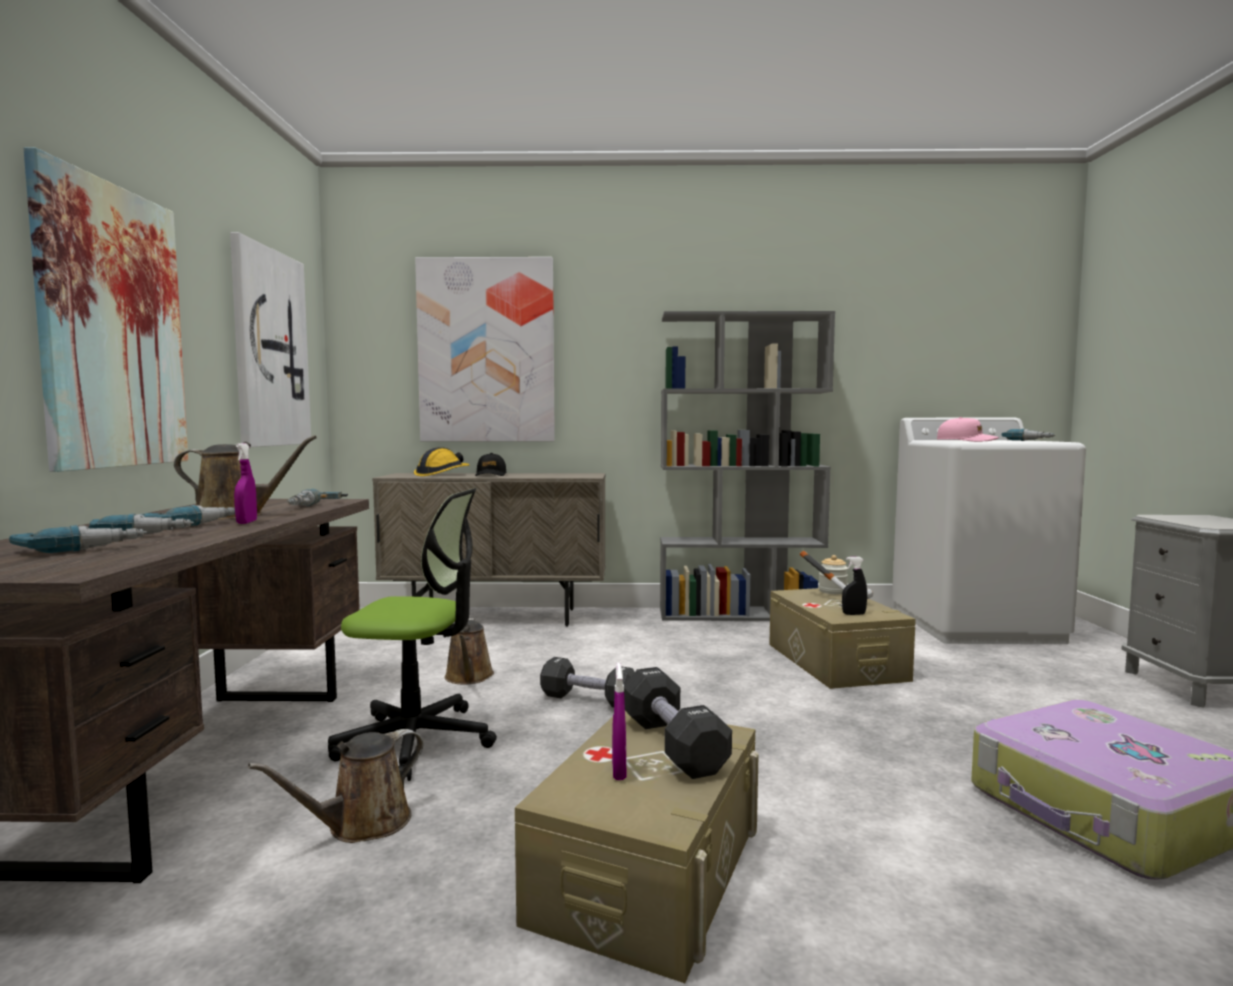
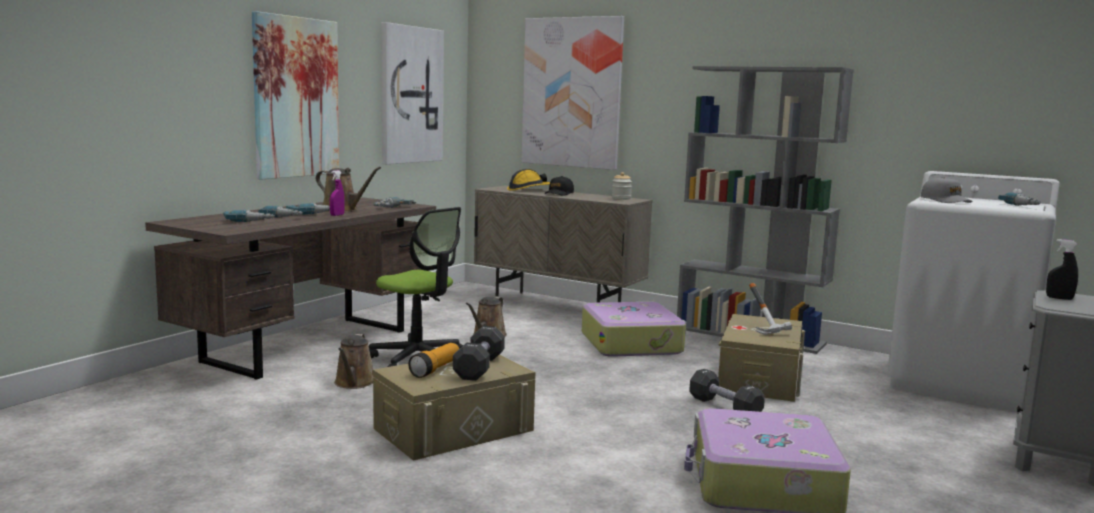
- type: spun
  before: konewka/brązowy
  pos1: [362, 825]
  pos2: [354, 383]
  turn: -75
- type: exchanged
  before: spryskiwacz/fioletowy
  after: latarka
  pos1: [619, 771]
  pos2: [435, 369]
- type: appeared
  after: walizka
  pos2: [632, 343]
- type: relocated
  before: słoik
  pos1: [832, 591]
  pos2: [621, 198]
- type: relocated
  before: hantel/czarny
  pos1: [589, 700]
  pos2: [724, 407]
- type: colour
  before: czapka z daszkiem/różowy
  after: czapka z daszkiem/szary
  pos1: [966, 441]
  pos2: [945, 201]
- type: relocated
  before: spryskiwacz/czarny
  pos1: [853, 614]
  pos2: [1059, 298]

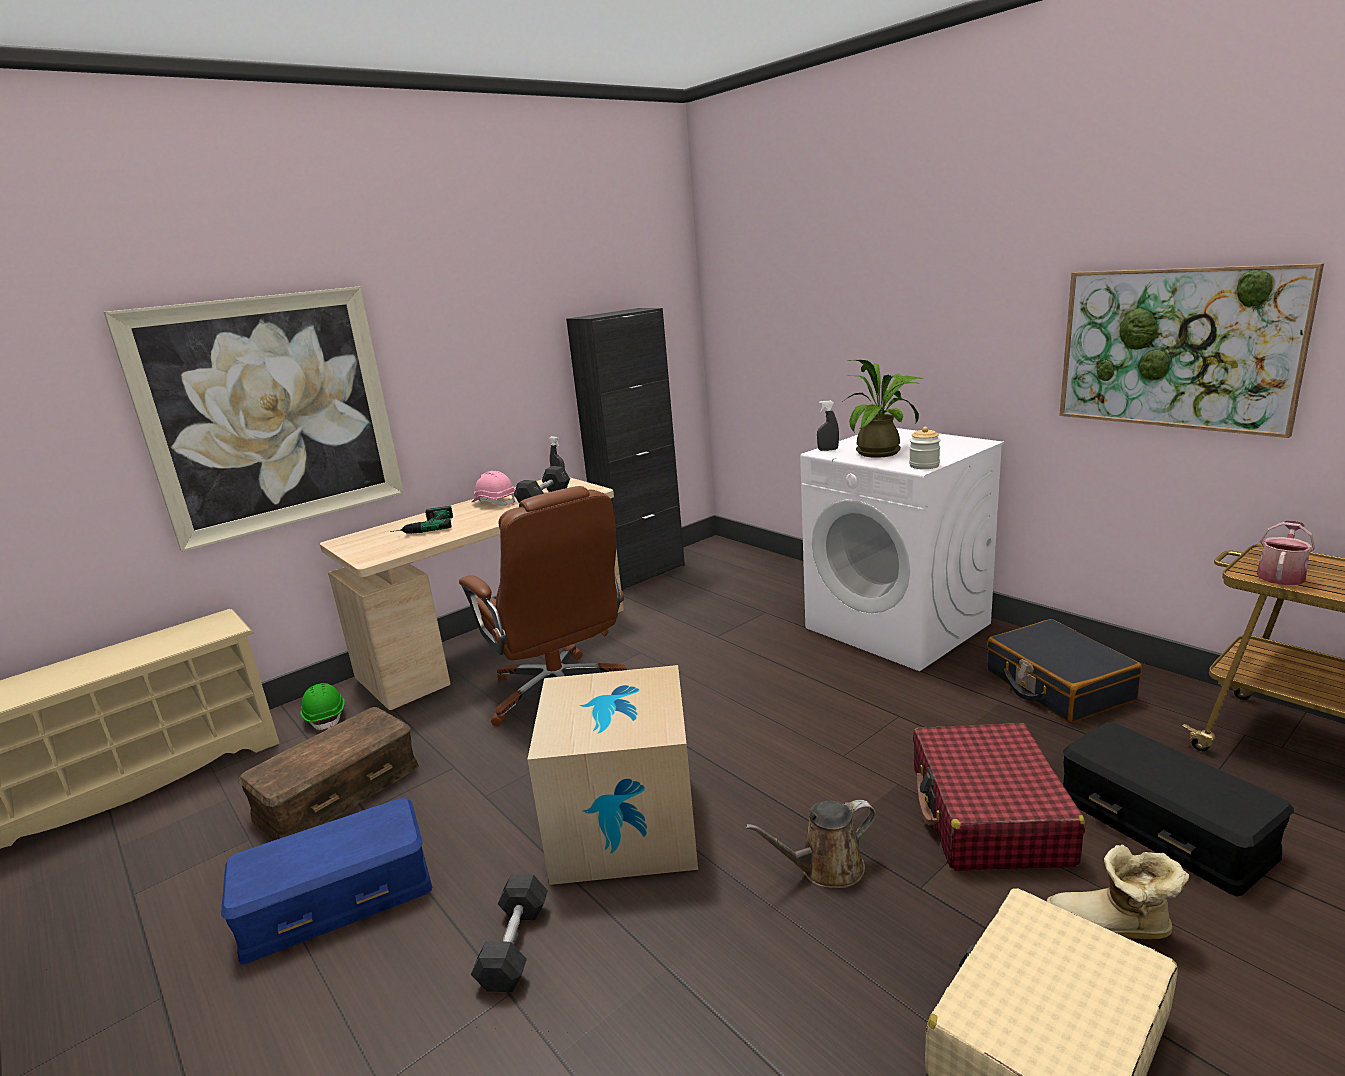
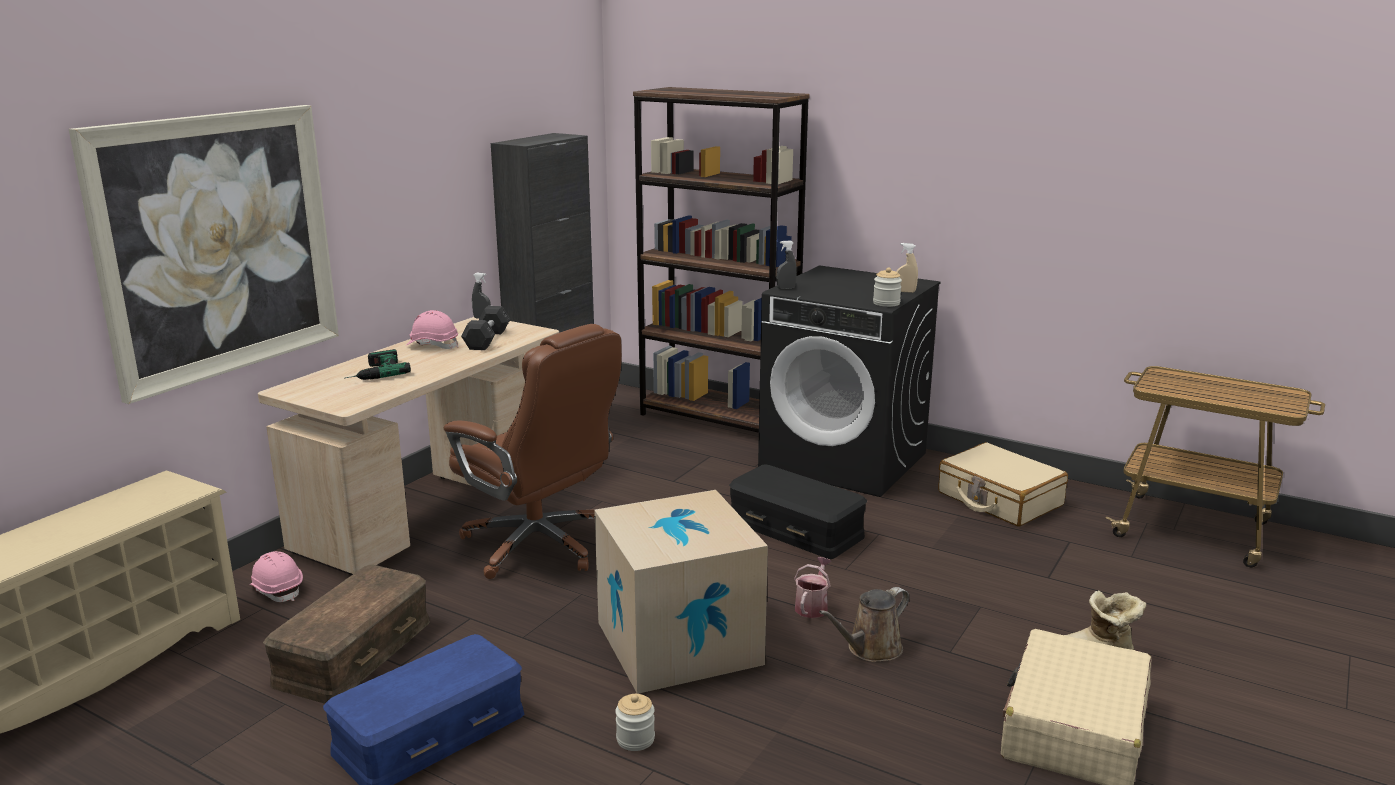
- type: colour
  before: kask/zielony
  after: kask/różowy
  pos1: [326, 717]
  pos2: [277, 590]
- type: exchanged
  before: hantel/szary
  after: słoik
  pos1: [514, 946]
  pos2: [635, 739]
- type: appeared
  after: regał/brązowy
  pos2: [718, 419]
- type: relocated
  before: pojemnik do przechowywania/czarny
  pos1: [1164, 823]
  pos2: [796, 528]
- type: colour
  before: pralka/biały
  after: pralka/czarny
  pos1: [898, 626]
  pos2: [844, 460]
- type: relocated
  before: konewka
  pos1: [1281, 575]
  pos2: [812, 606]
- type: appeared
  after: spryskiwacz/beżowy
  pos2: [905, 291]
- type: colour
  before: walizka/czarny
  after: walizka/beżowy
  pos1: [1057, 686]
  pos2: [999, 499]
- type: missing
  before: roślina doniczkowa
  pos1: [883, 452]
- type: missing
  before: walizka/czerwony
  pos1: [988, 815]
- type: missing
  before: obraz
  pos1: [1176, 348]

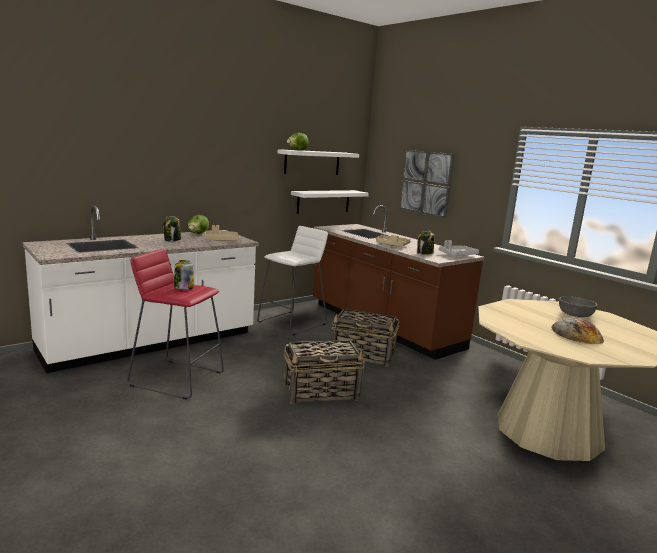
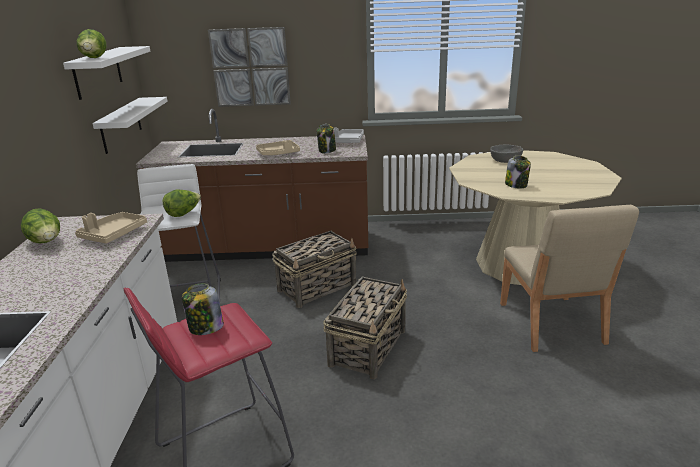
- type: appeared
  after: sałata
  pos2: [183, 213]
- type: appeared
  after: krzesło/beżowy
  pos2: [551, 323]
- type: relocated
  before: słoik
  pos1: [172, 240]
  pos2: [516, 185]
- type: missing
  before: chleb
  pos1: [576, 333]

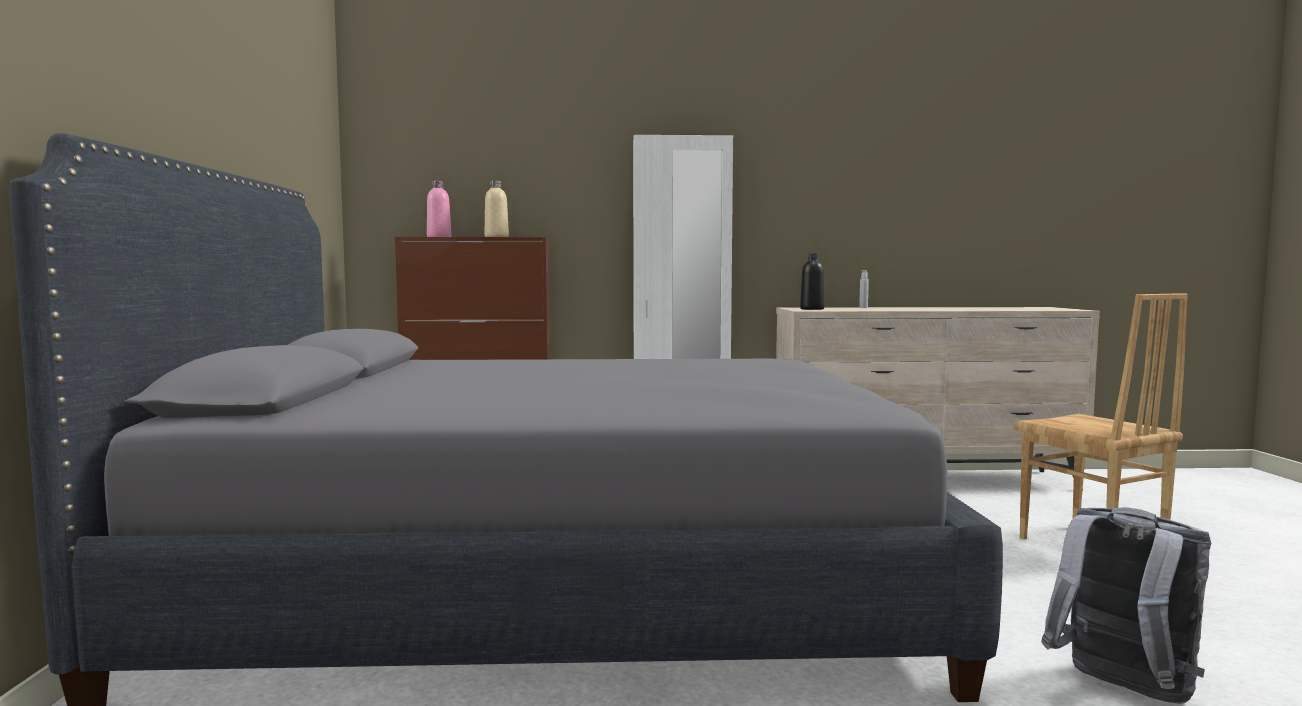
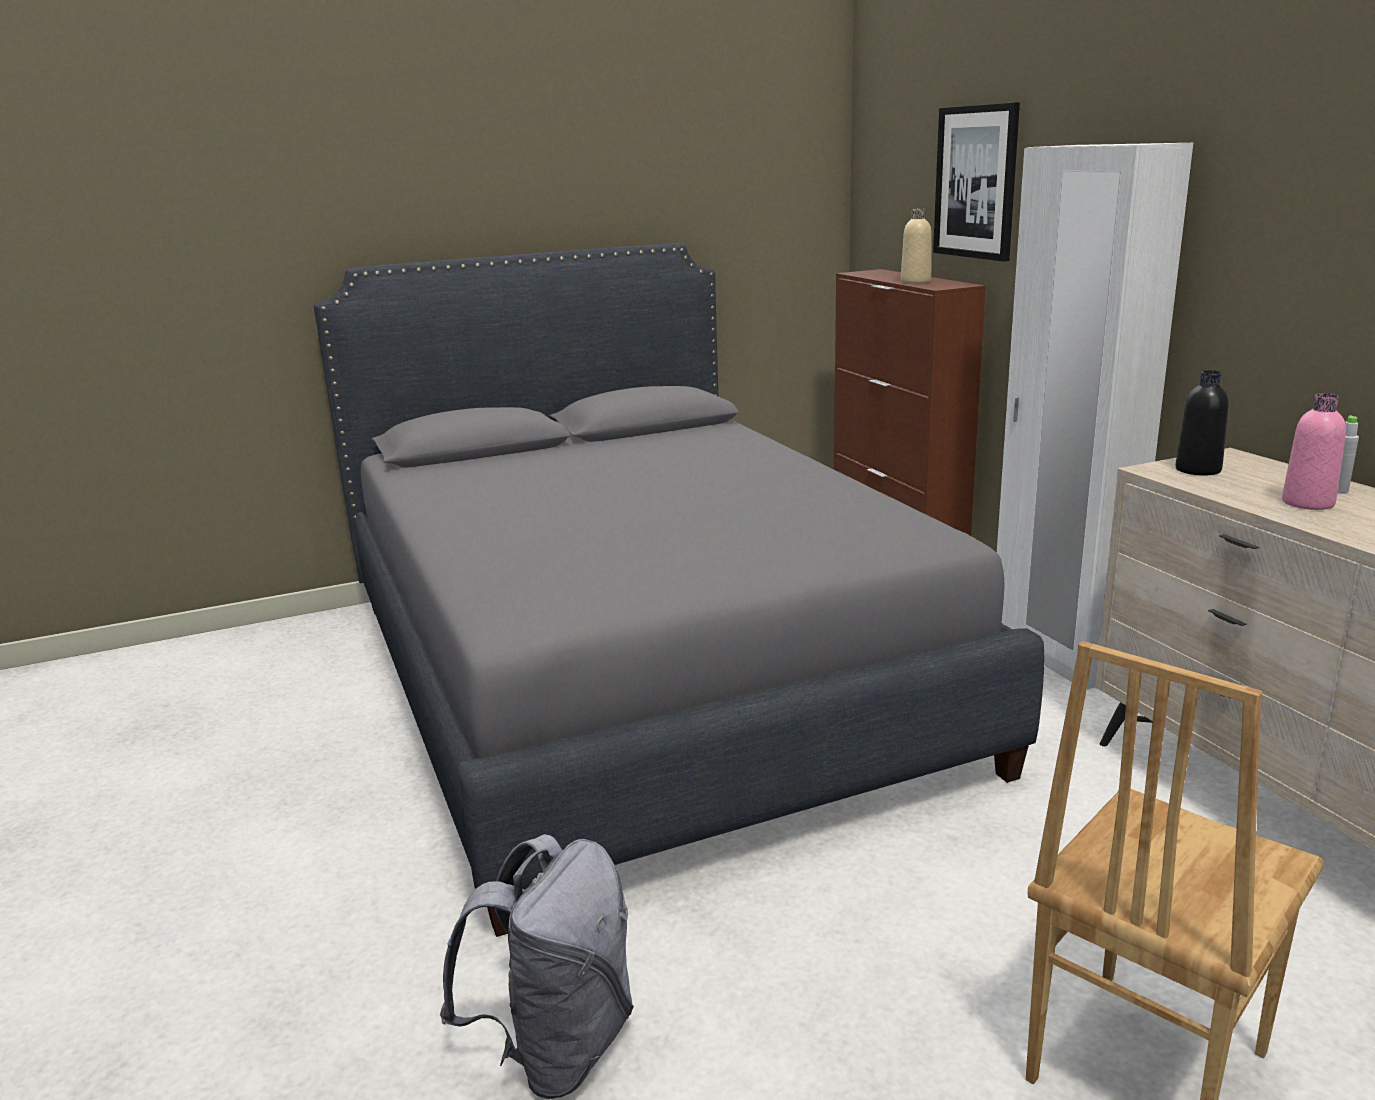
- type: appeared
  after: obraz
  pos2: [976, 182]
- type: relocated
  before: butelka/różowy
  pos1: [439, 237]
  pos2: [1307, 503]

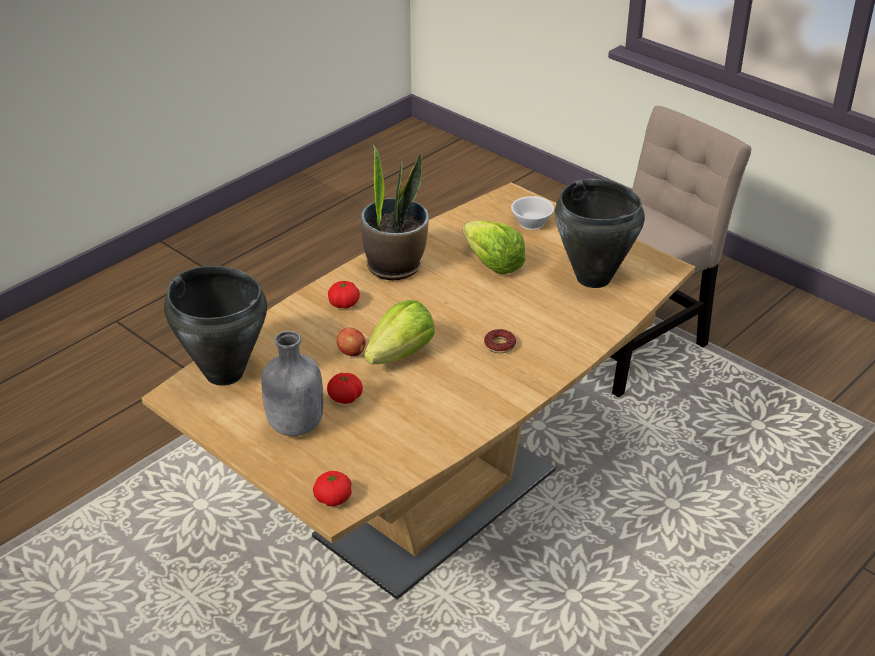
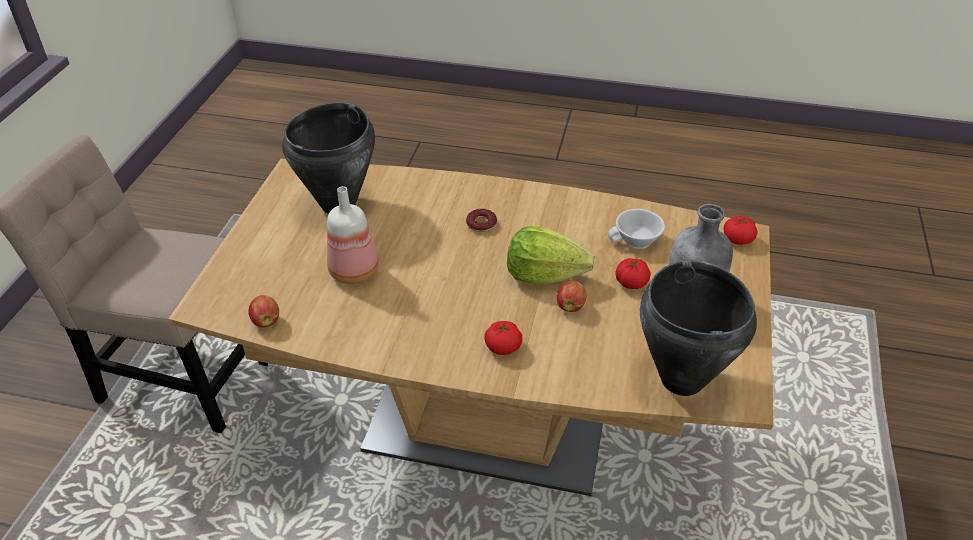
- type: appeared
  after: jabłko
  pos2: [266, 321]
- type: exchanged
  before: sałata
  after: butelka
  pos1: [492, 264]
  pos2: [355, 271]
- type: relocated
  before: filiżanka/biały
  pos1: [530, 222]
  pos2: [636, 241]
- type: missing
  before: roślina doniczkowa
  pos1: [395, 266]

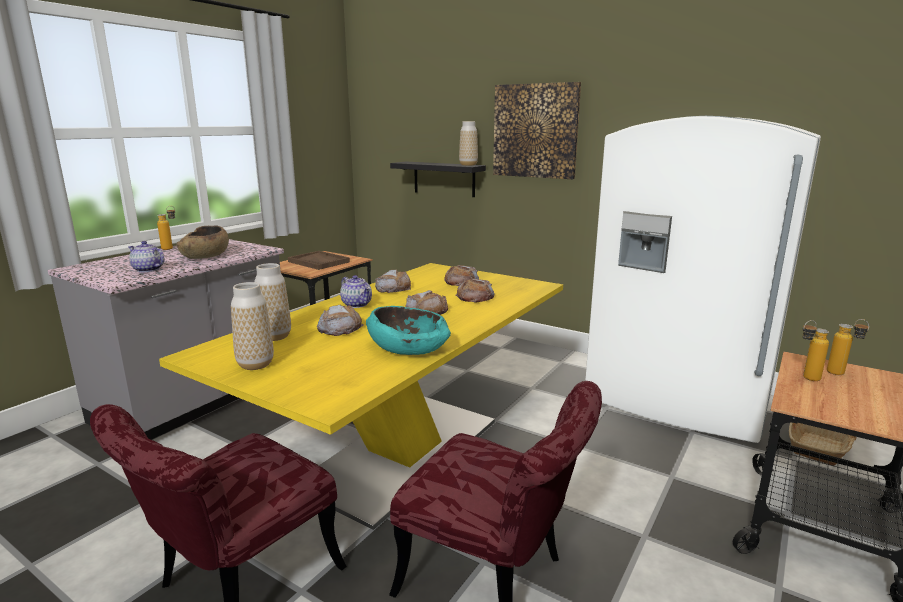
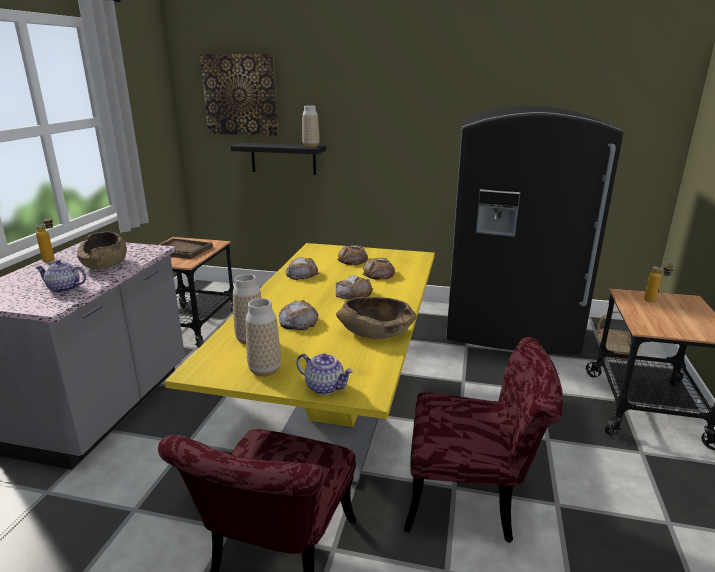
- type: relocated
  before: obraz
  pos1: [535, 131]
  pos2: [240, 95]
- type: relocated
  before: imbryk
  pos1: [357, 304]
  pos2: [325, 387]
- type: colour
  before: miska/turkusowy
  after: miska/brązowy
  pos1: [408, 348]
  pos2: [376, 332]
- type: colour
  before: lodówka/biały
  after: lodówka/czarny
  pos1: [676, 400]
  pos2: [511, 330]
- type: missing
  before: butelka
  pos1: [805, 379]

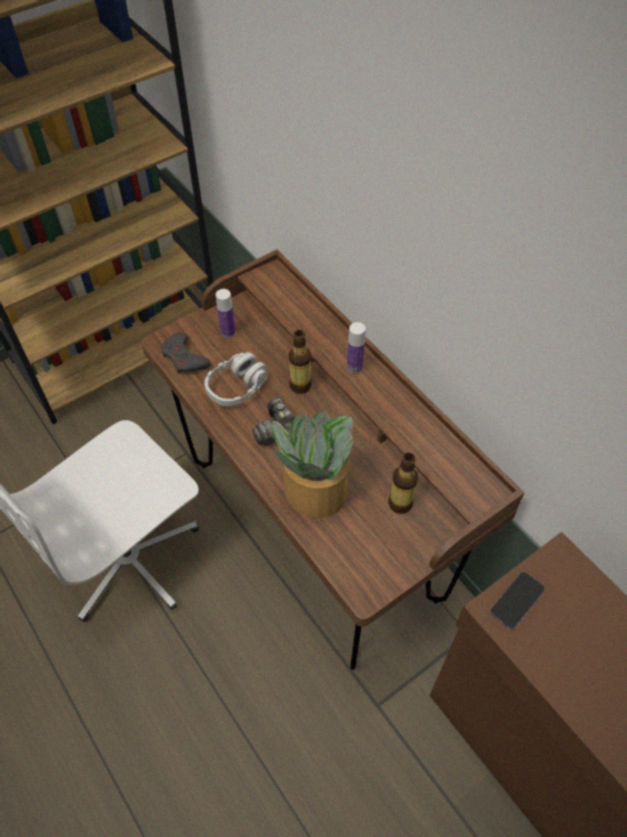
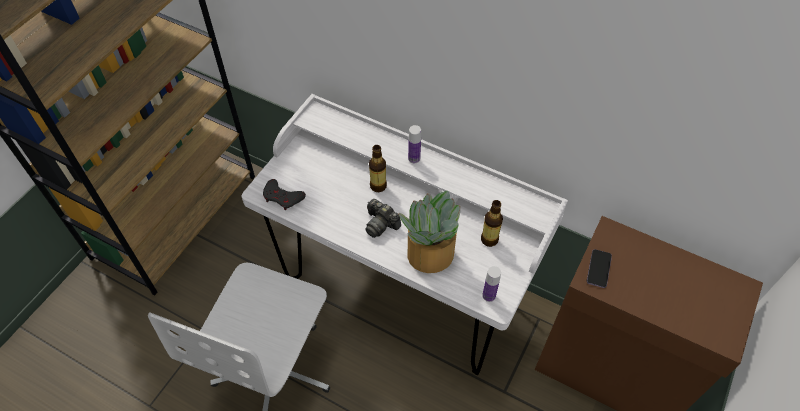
- type: colour
  before: biurko/brązowy
  after: biurko/biały
  pos1: [315, 529]
  pos2: [400, 291]
- type: relocated
  before: butelka
  pos1: [228, 332]
  pos2: [489, 295]
- type: missing
  before: słuchawki/szary
  pos1: [237, 387]

